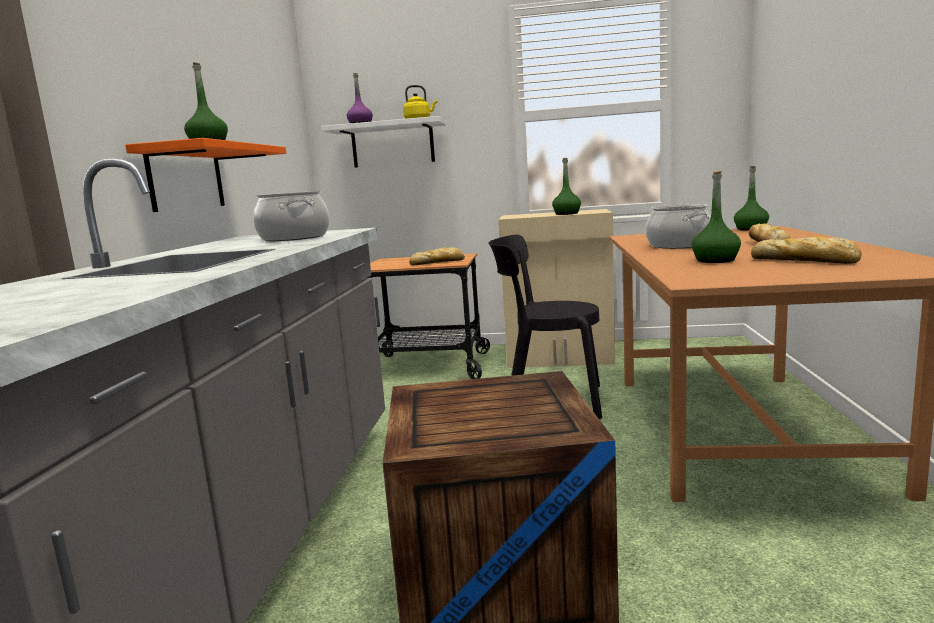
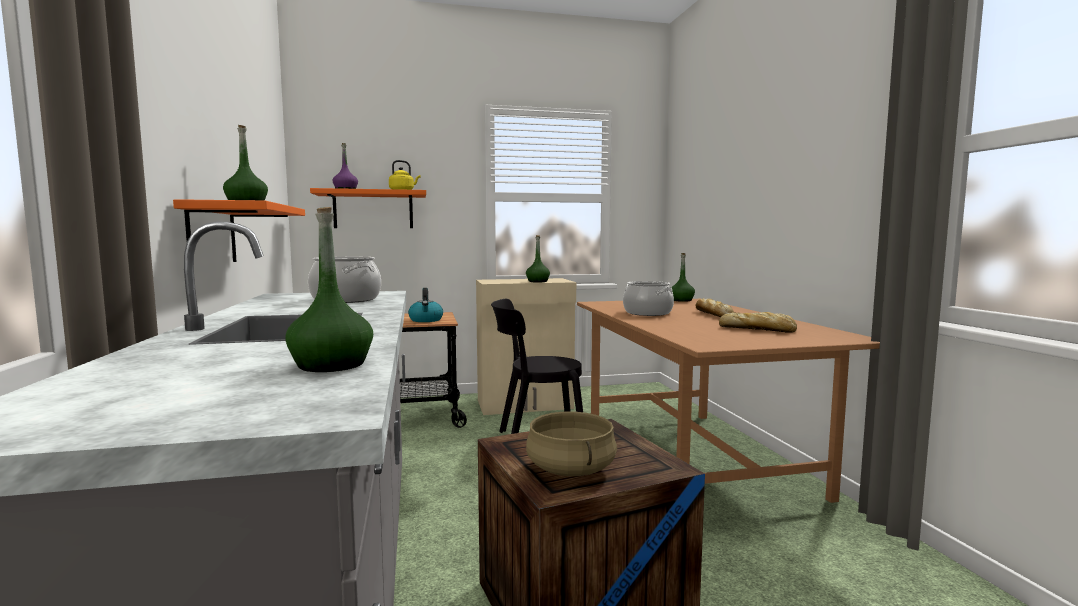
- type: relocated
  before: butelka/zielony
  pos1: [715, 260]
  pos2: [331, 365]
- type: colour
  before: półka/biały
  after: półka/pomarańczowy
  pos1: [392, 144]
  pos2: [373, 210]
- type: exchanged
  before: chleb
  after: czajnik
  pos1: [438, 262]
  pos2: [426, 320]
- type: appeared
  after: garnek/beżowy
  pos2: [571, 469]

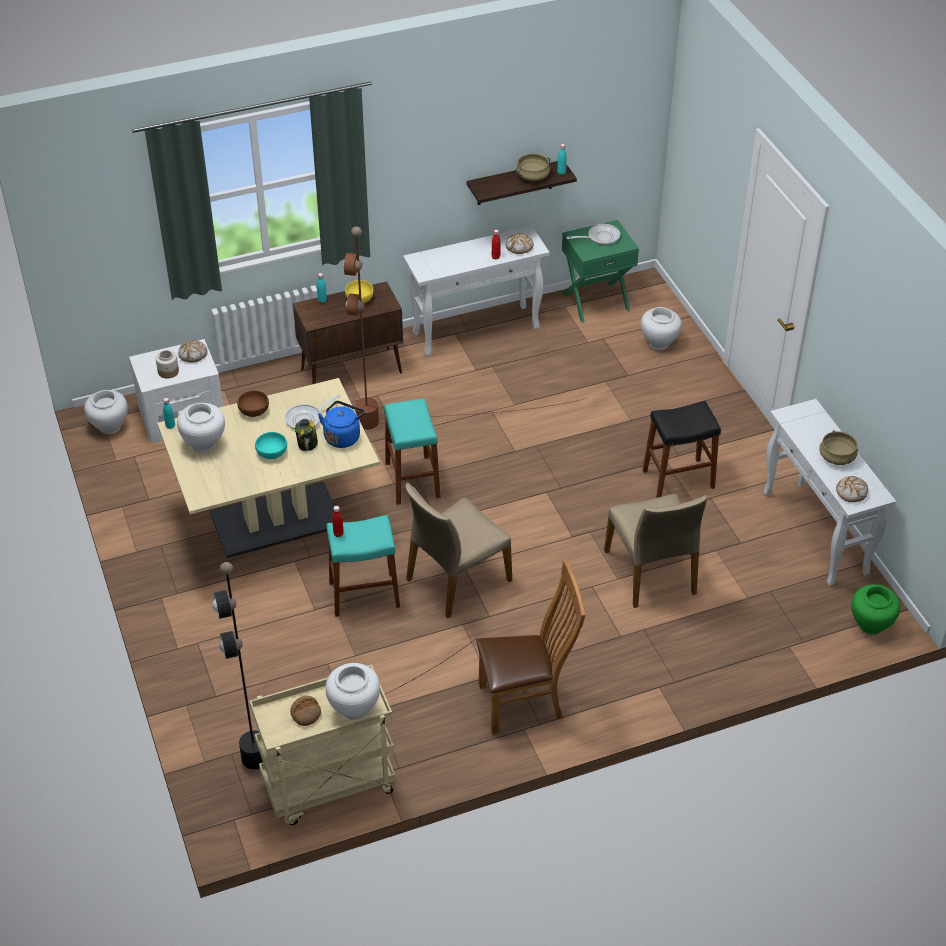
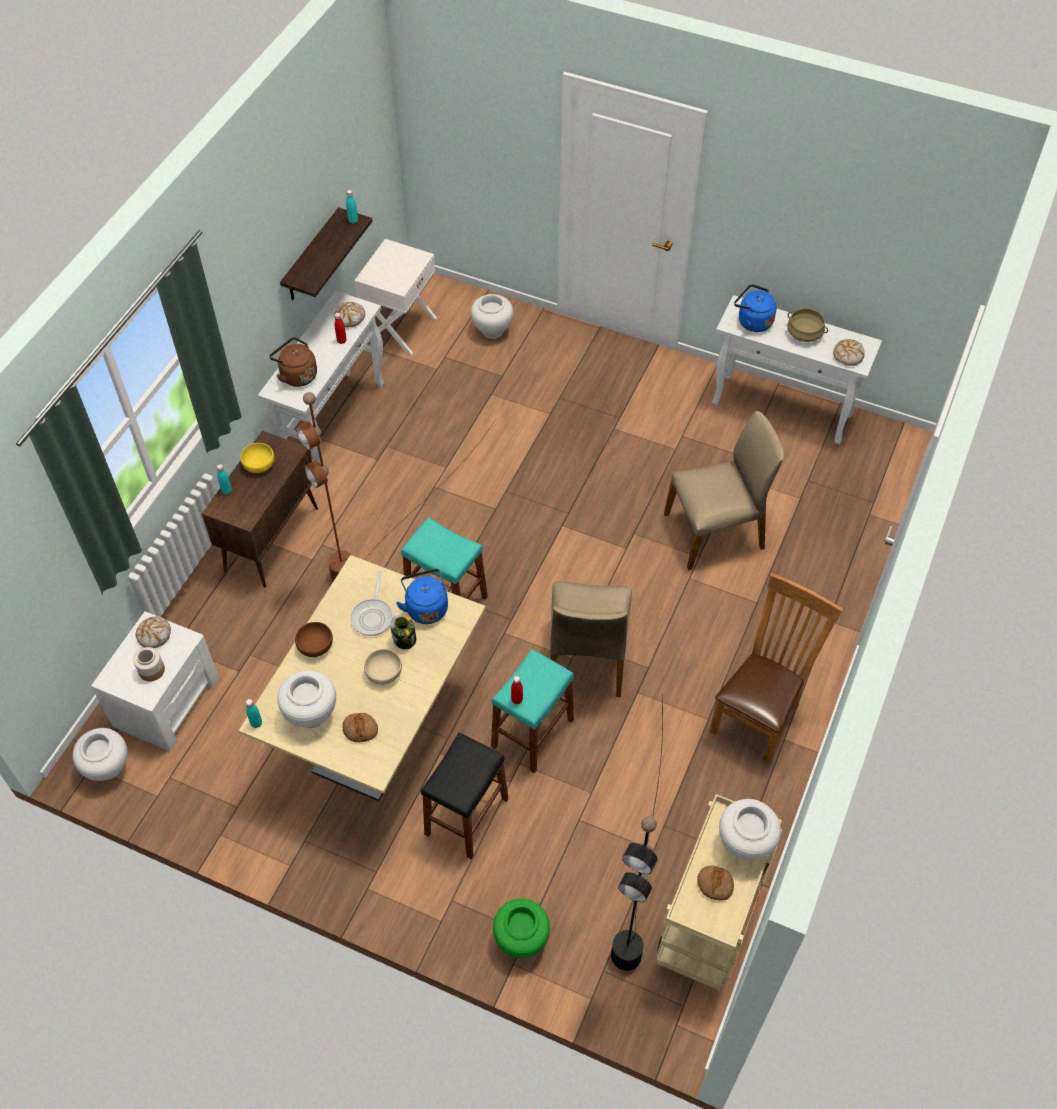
- type: appeared
  after: czajnik/brązowy
  pos2: [297, 375]
- type: appeared
  after: chleb
  pos2: [360, 729]
- type: colour
  before: szafka nocna/zielony
  after: szafka nocna/biały
  pos1: [595, 301]
  pos2: [400, 327]
- type: colour
  before: miska/turkusowy
  after: miska/beżowy
  pos1: [272, 452]
  pos2: [384, 672]
- type: relocated
  before: stołek/czarny
  pos1: [678, 479]
  pos2: [466, 816]
- type: relocated
  before: wazon/zielony
  pos1: [870, 625]
  pos2: [521, 940]
- type: spun
  before: krzesło/beżowy
  pos1: [651, 572]
  pos2: [715, 531]
  turn: -45
- type: appeared
  after: czajnik/niebieski
  pos2: [752, 321]
- type: missing
  before: garnek/beżowy
  pos1: [532, 176]
- type: missing
  before: patelnia
  pos1: [600, 237]

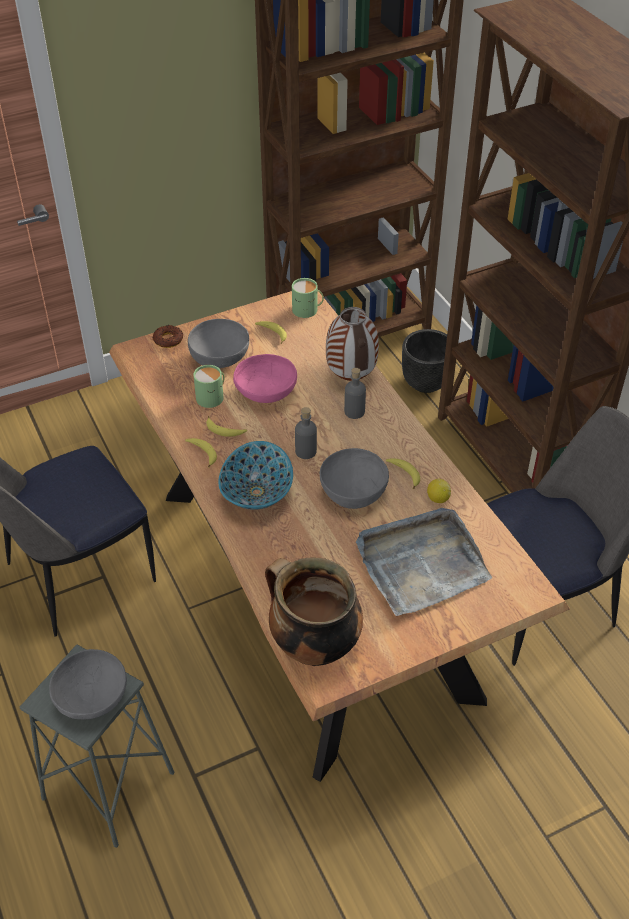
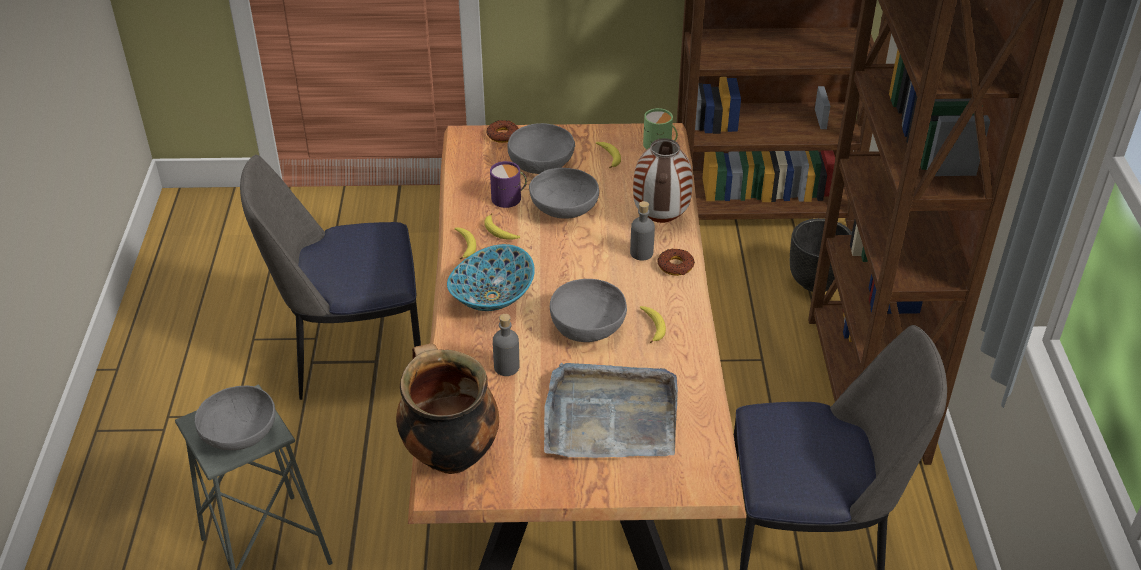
- type: colour
  before: kubek/zielony
  after: kubek/fioletowy
  pos1: [212, 396]
  pos2: [509, 198]
- type: relocated
  before: butelka/szary
  pos1: [306, 451]
  pos2: [506, 367]
- type: colour
  before: miska/różowy
  after: miska/szary
  pos1: [265, 394]
  pos2: [563, 210]
- type: appeared
  after: donut
  pos2: [675, 266]
- type: missing
  before: cytryna
  pos1: [437, 498]

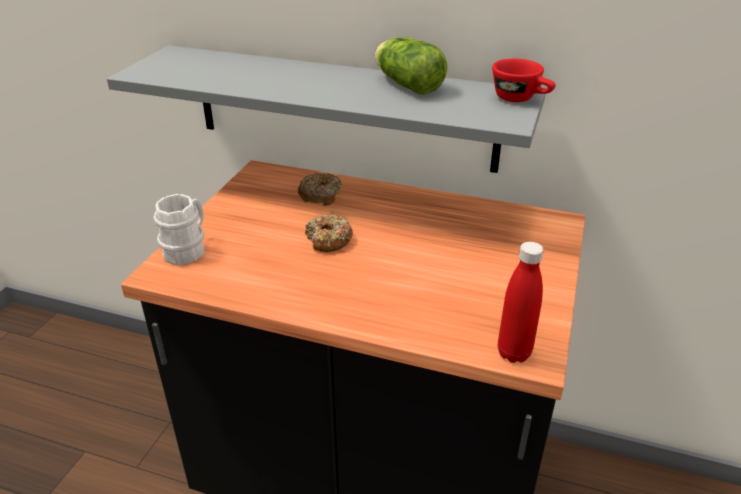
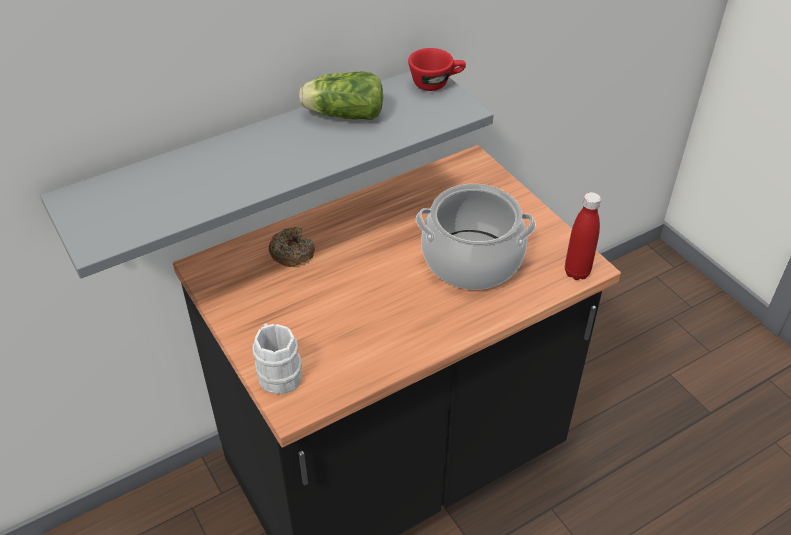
- type: appeared
  after: garnek
  pos2: [472, 259]
- type: missing
  before: donut
  pos1: [328, 240]

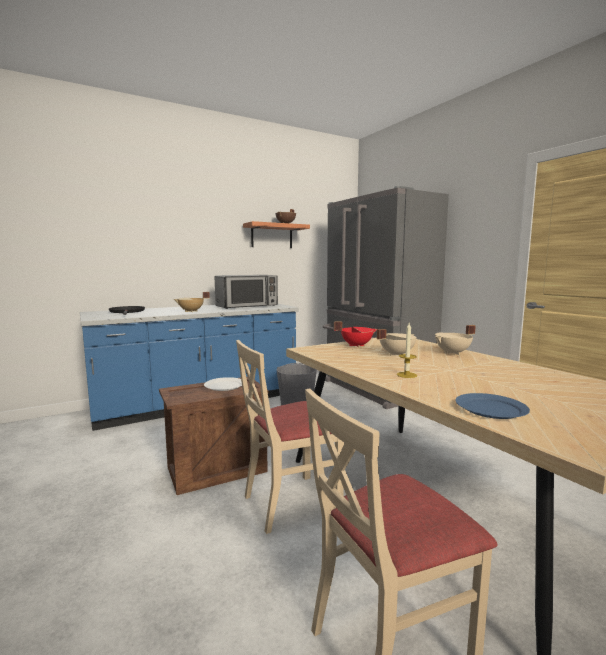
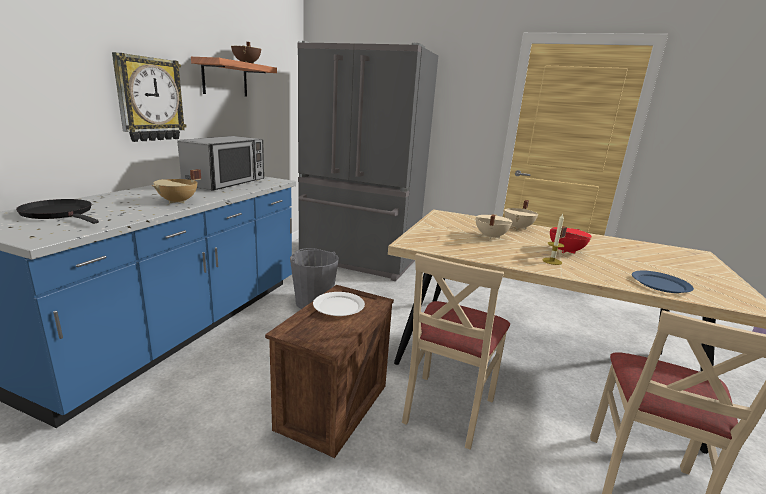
- type: appeared
  after: zegar ścienny
  pos2: [149, 99]
- type: relocated
  before: garnek/czerwony
  pos1: [356, 345]
  pos2: [565, 251]

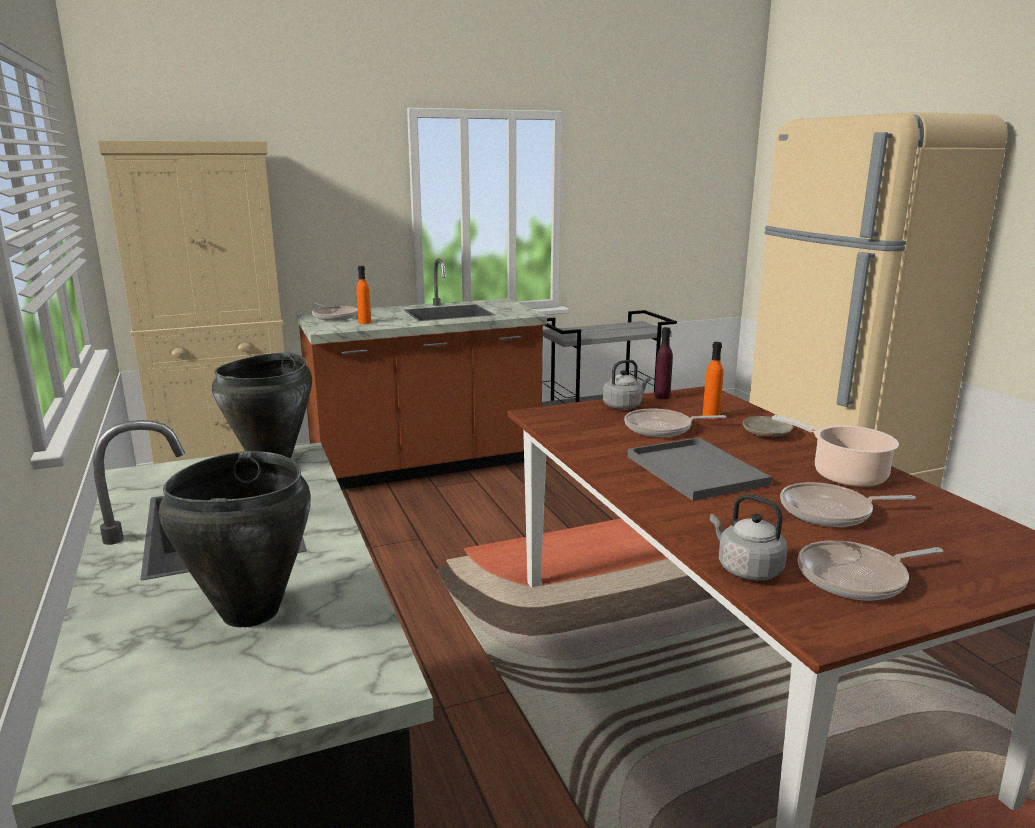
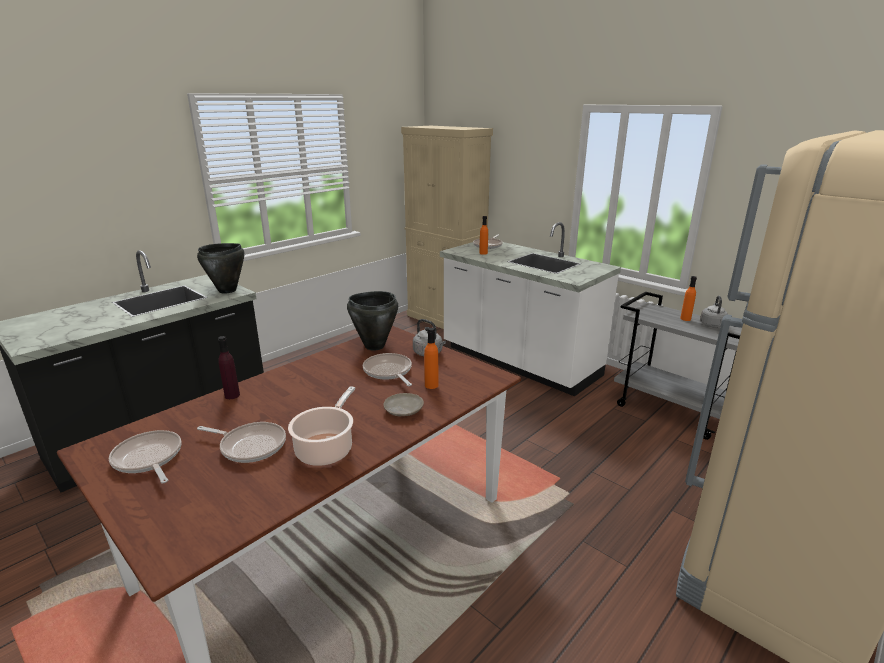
- type: spun
  before: patelnia
  pos1: [831, 512]
  pos2: [250, 446]
  turn: 135
- type: relocated
  before: butelka/fioletowy
  pos1: [662, 396]
  pos2: [232, 395]
- type: relocated
  before: garnek/czarny
  pos1: [249, 612]
  pos2: [374, 346]
- type: colour
  before: zabudowa kuchenna/brązowy
  after: zabudowa kuchenna/biały
  pos1: [426, 465]
  pos2: [519, 362]
- type: appeared
  after: butelka/pomarańczowy
  pos2: [685, 319]
- type: relocated
  before: czajnik/szary
  pos1: [746, 569]
  pos2: [712, 324]
- type: missing
  before: taca/szary
  pos1: [698, 471]

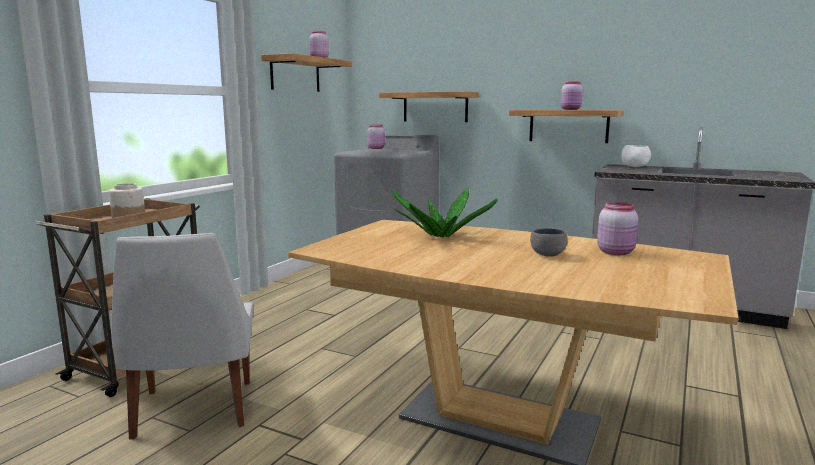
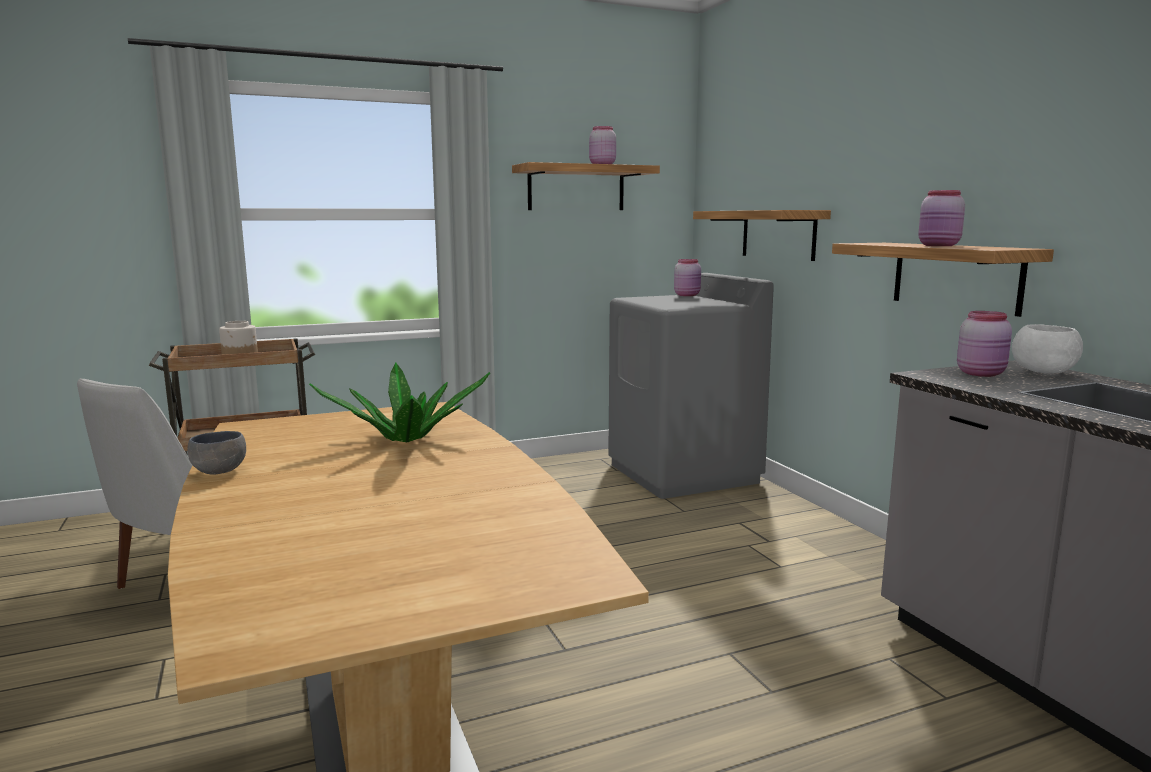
- type: relocated
  before: miska/szary
  pos1: [546, 255]
  pos2: [219, 471]
- type: relocated
  before: słoik/różowy
  pos1: [616, 252]
  pos2: [982, 373]

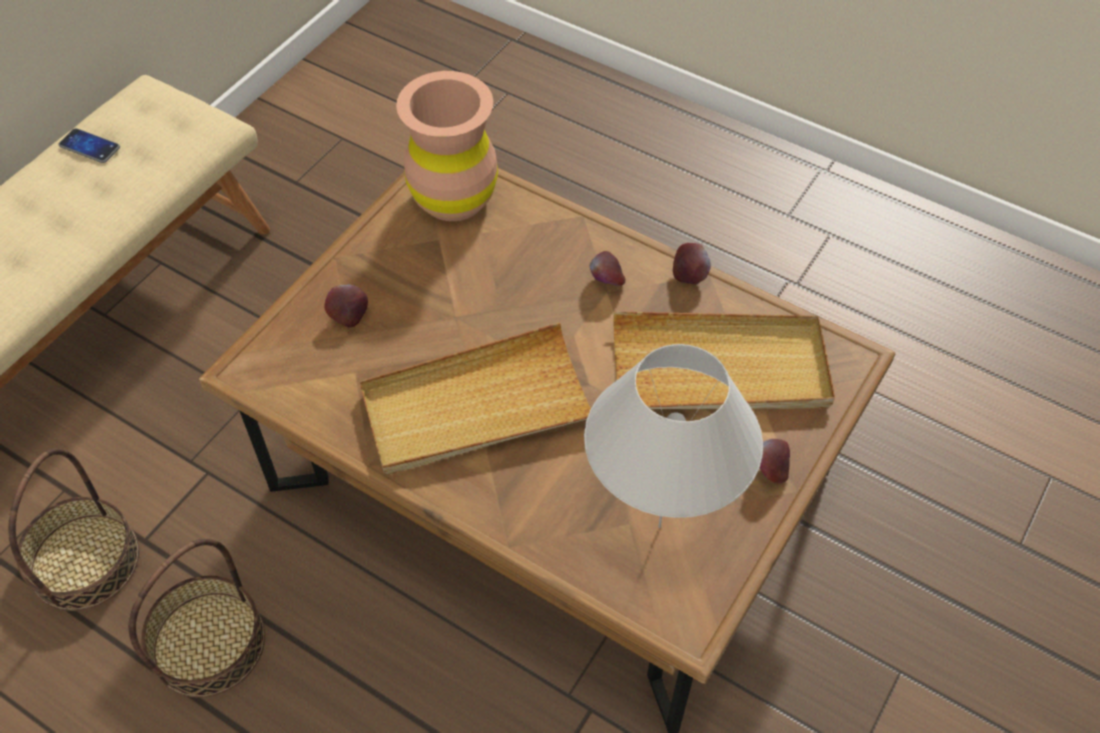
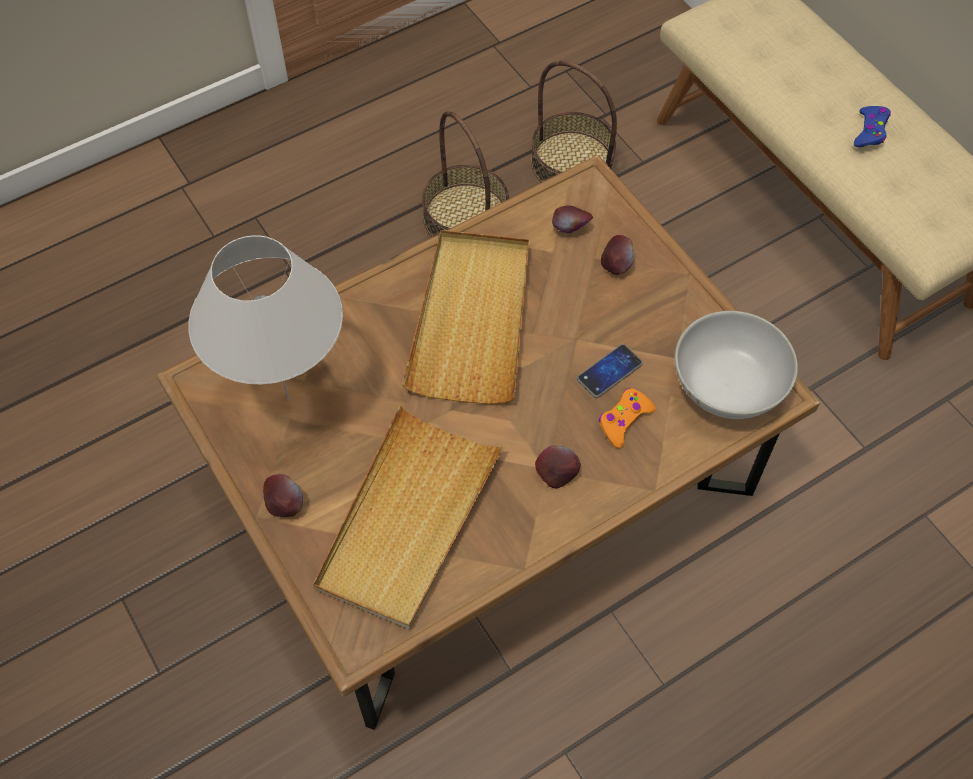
- type: relocated
  before: jabłko
  pos1: [689, 275]
  pos2: [570, 229]
- type: relocated
  before: telefon
  pos1: [90, 147]
  pos2: [609, 372]
- type: appeared
  after: pad do gier/pomarańczowy
  pos2: [624, 420]
- type: exchanged
  before: wazon/brązowy
  after: miska/biały
  pos1: [453, 198]
  pos2: [727, 388]
- type: appeared
  after: pad do gier/niebieski
  pos2: [870, 131]

